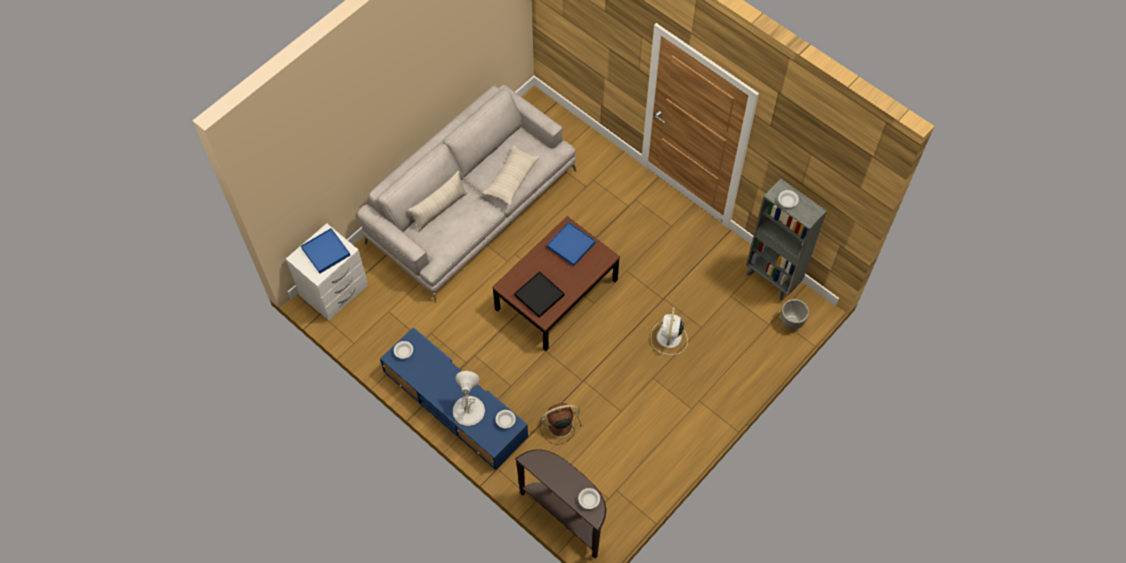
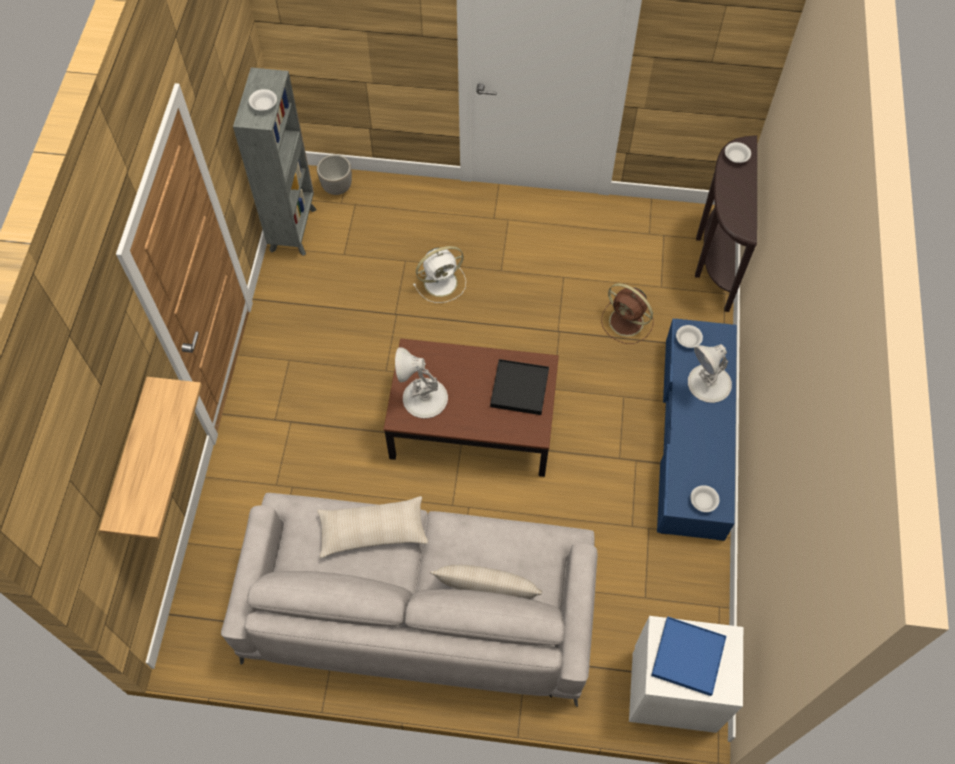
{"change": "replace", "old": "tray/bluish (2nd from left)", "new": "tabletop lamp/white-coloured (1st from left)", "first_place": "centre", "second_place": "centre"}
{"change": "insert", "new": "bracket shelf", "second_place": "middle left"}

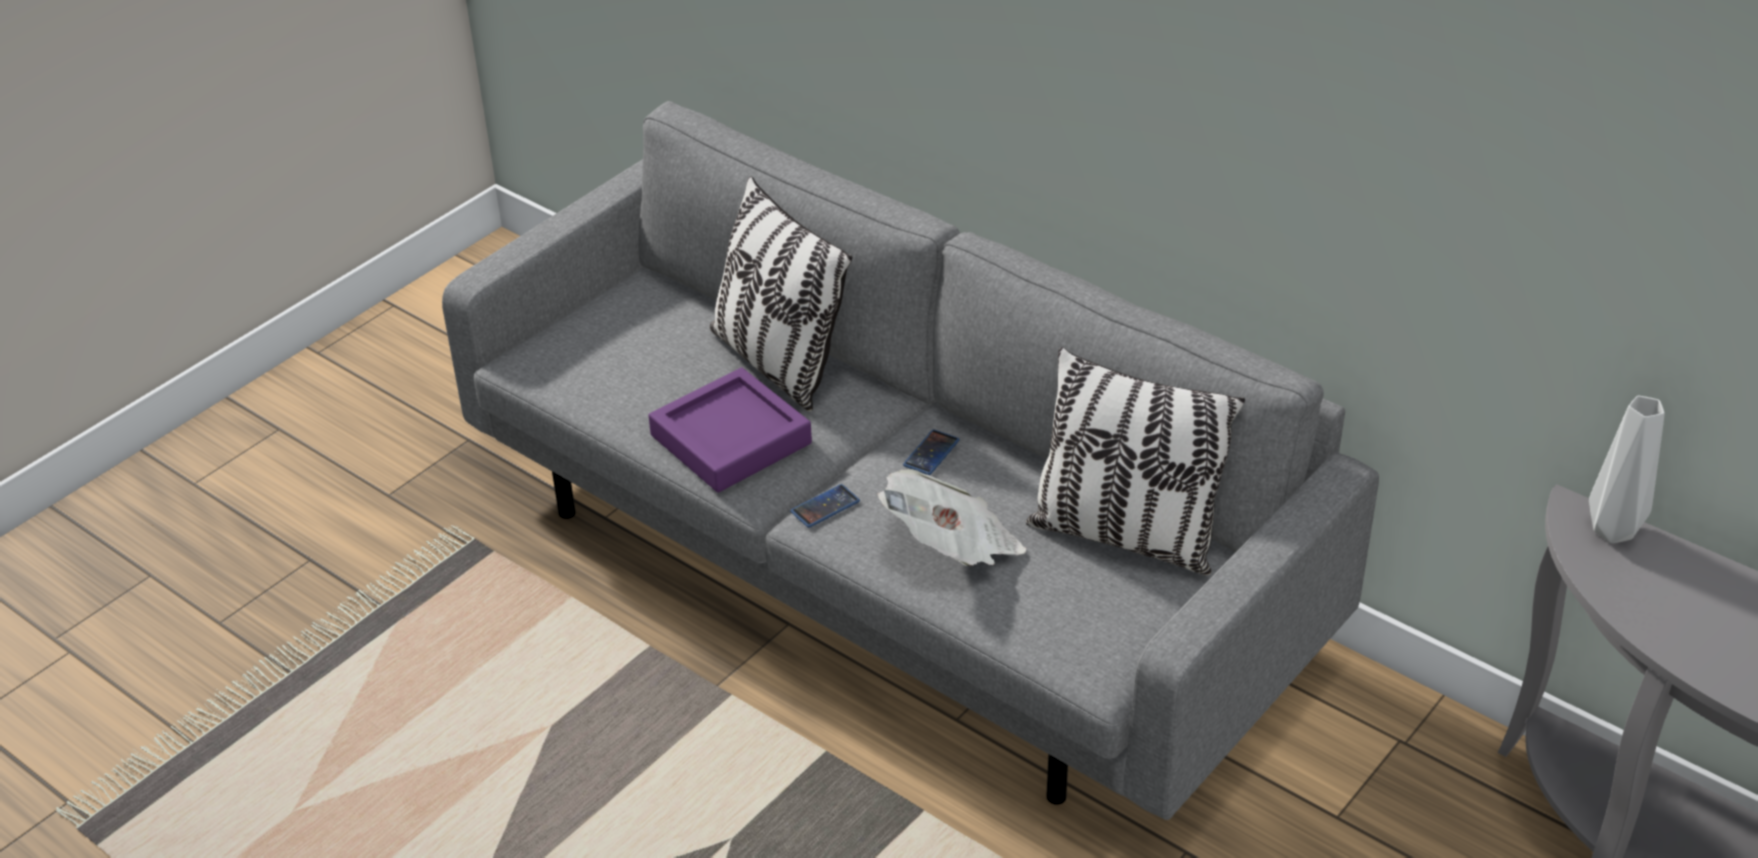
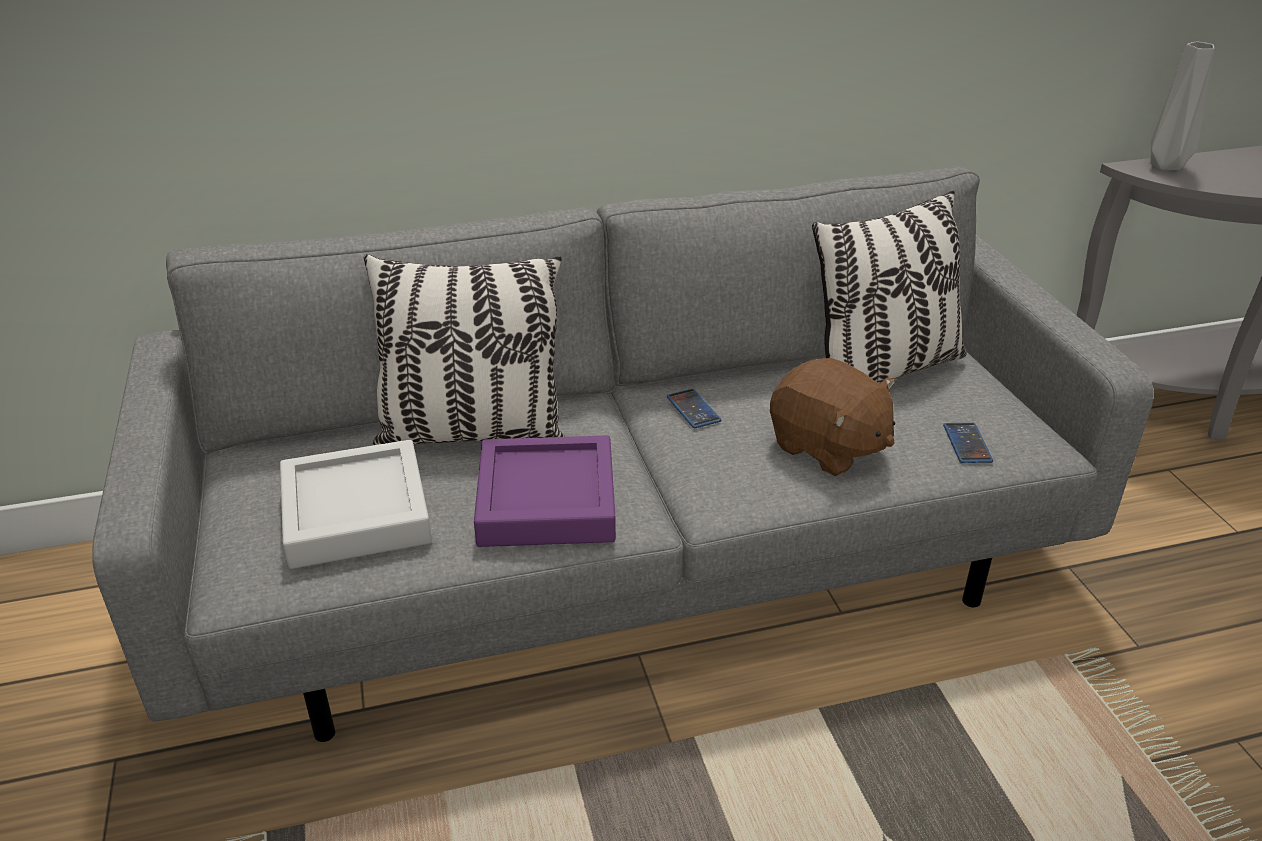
{"change": "move", "old": "handset (1st from left in the first image)", "new": "handset (2nd from left)", "first_place": "centre", "second_place": "middle right"}
{"change": "replace", "old": "daily paper", "new": "plush toy/brown-coloured", "first_place": "centre", "second_place": "centre"}
{"change": "insert", "new": "tray/grey", "second_place": "middle left"}

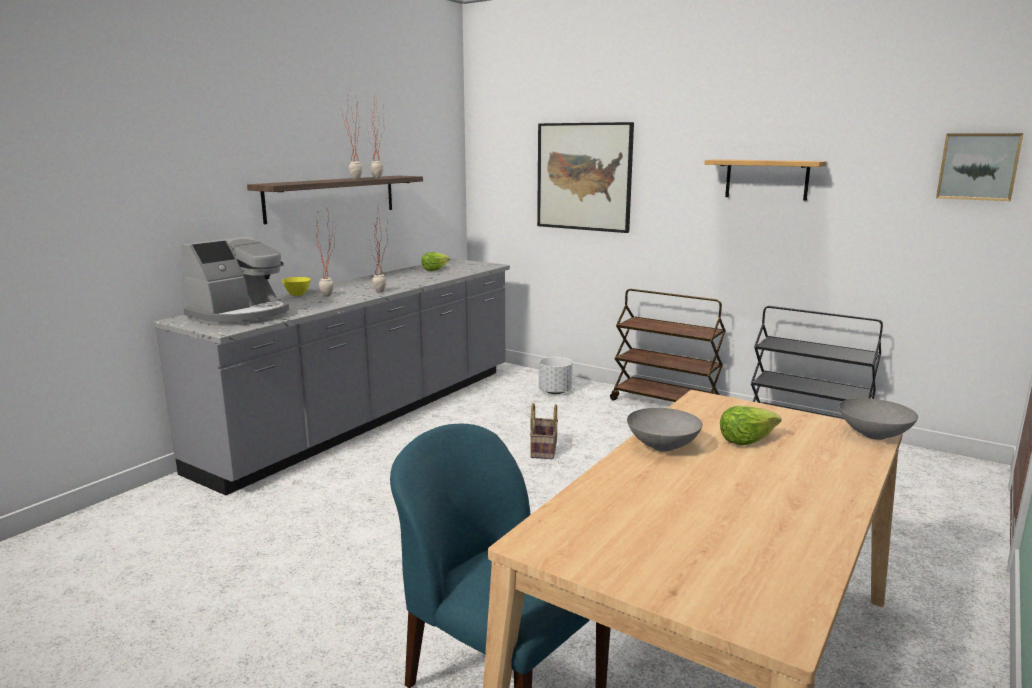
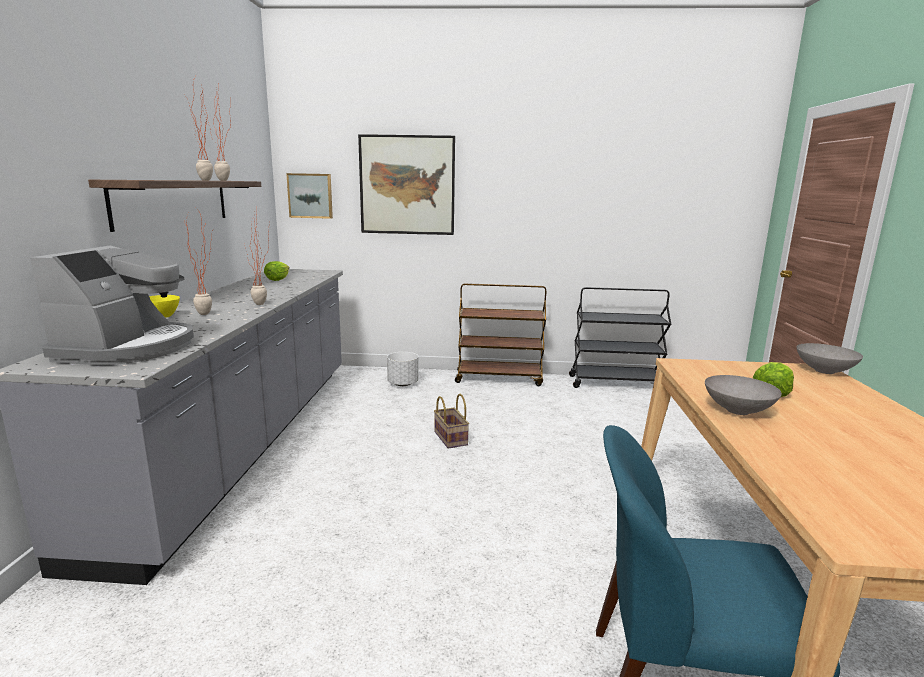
{"change": "delete", "old": "bracket shelf (2nd from left)", "first_place": "top right"}
{"change": "move", "old": "wall picture (2nd from left in the first image)", "new": "wall picture (1st from left)", "first_place": "top right", "second_place": "top centre"}

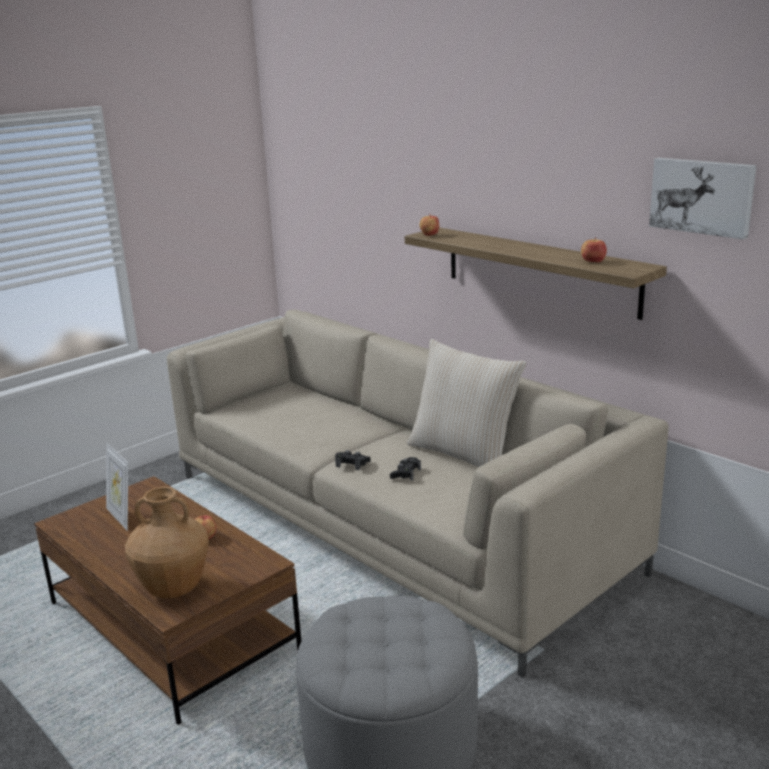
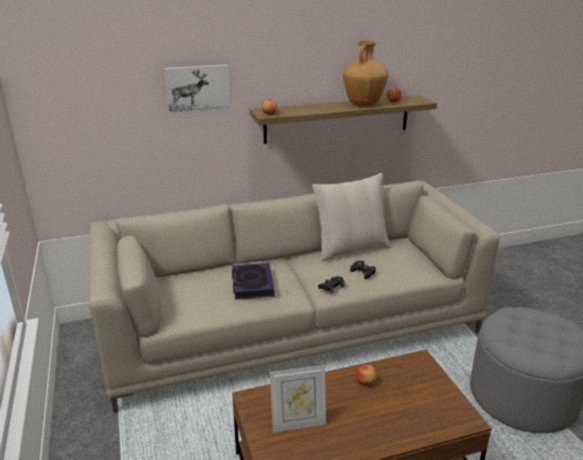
{"change": "move", "old": "vase/brown-coloured", "first_place": "bottom left", "second_place": "top centre"}
{"change": "move", "old": "wall picture", "first_place": "top right", "second_place": "top centre"}
{"change": "insert", "new": "book", "second_place": "centre"}

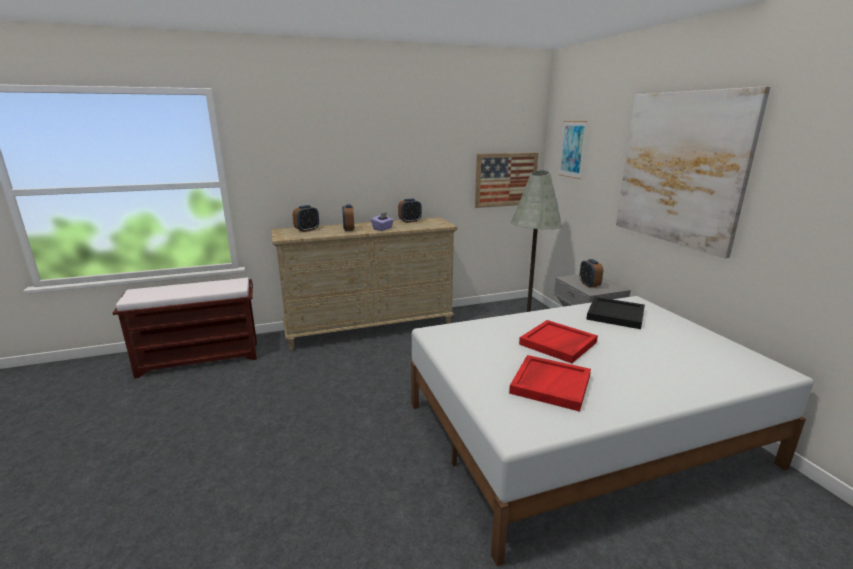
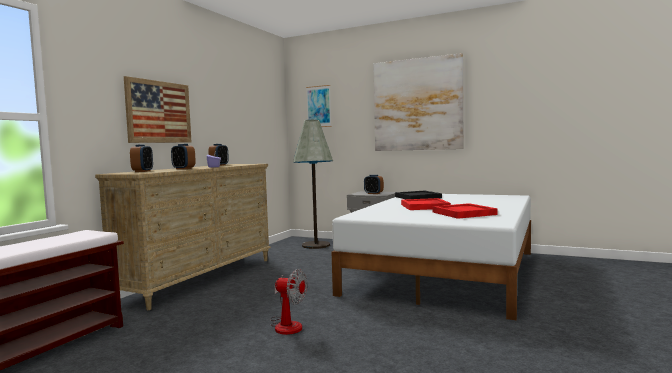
{"change": "move", "old": "wall picture (1st from left)", "first_place": "top centre", "second_place": "top left"}
{"change": "insert", "new": "fan", "second_place": "bottom centre"}

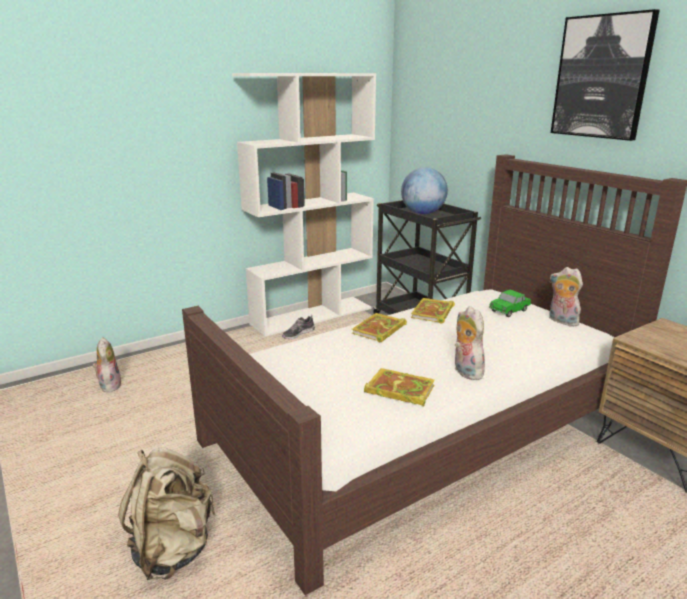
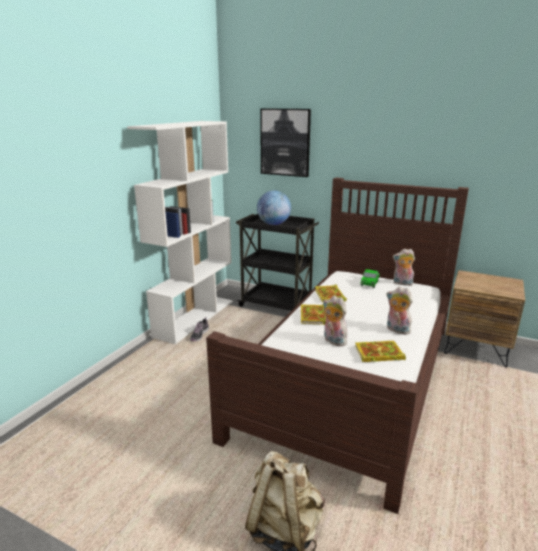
{"change": "move", "old": "plush toy (1st from left)", "first_place": "middle left", "second_place": "centre"}
{"change": "move", "old": "wall picture", "first_place": "top right", "second_place": "top centre"}

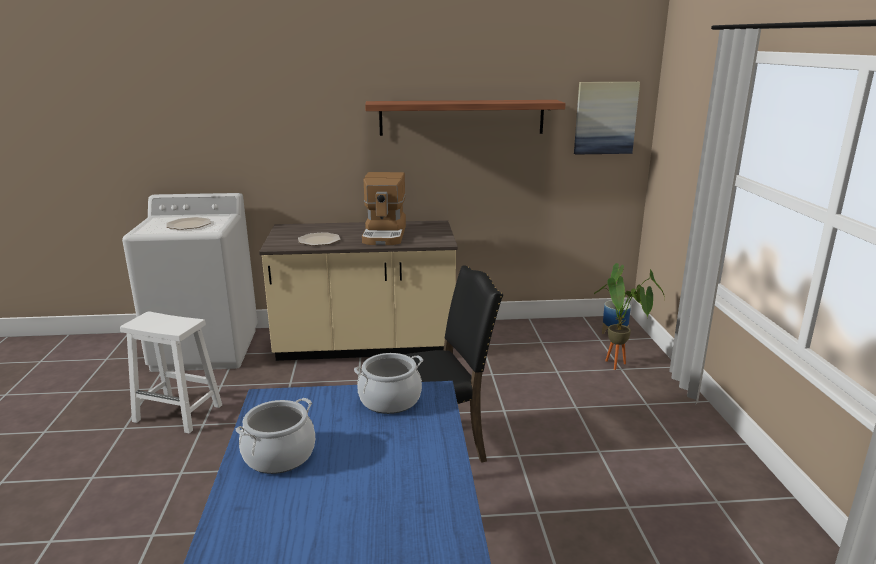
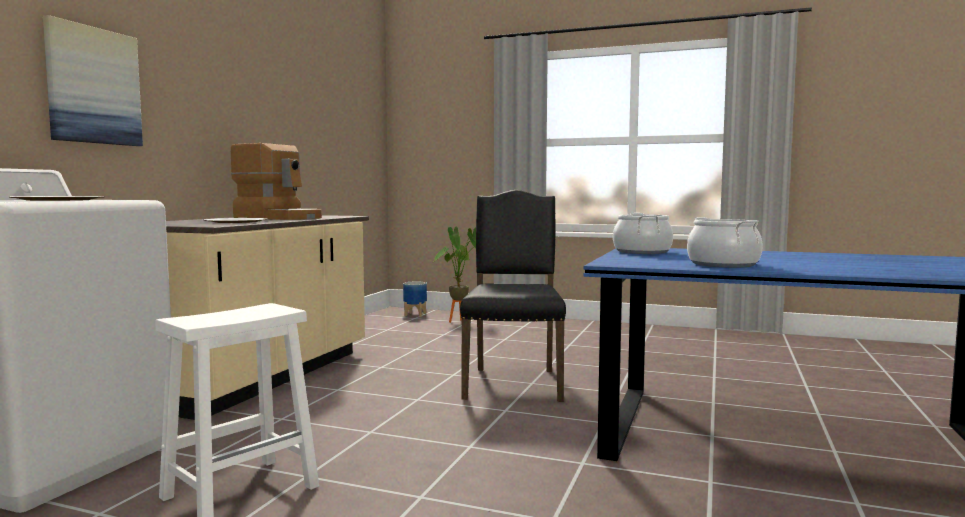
{"change": "delete", "old": "bracket shelf", "first_place": "top centre"}
{"change": "move", "old": "wall picture", "first_place": "top right", "second_place": "top left"}

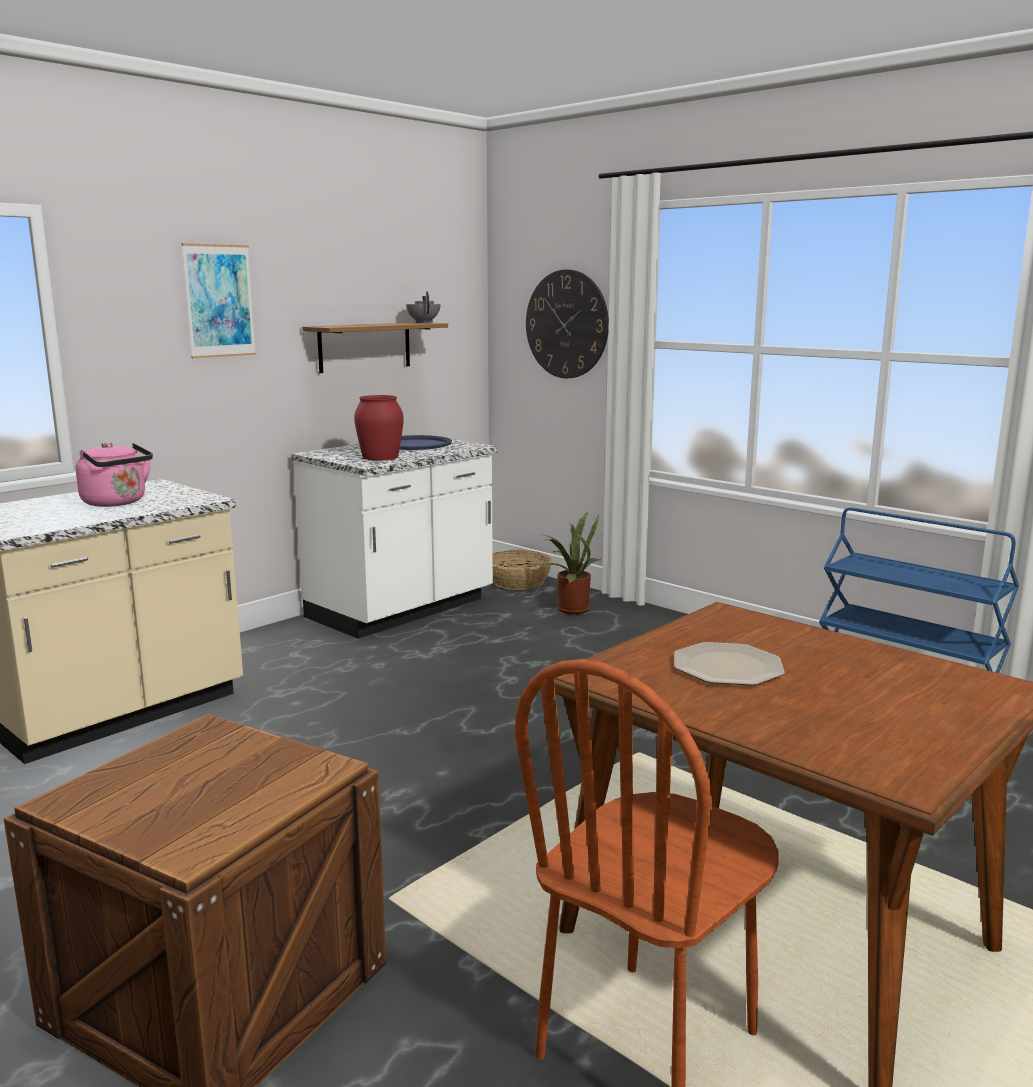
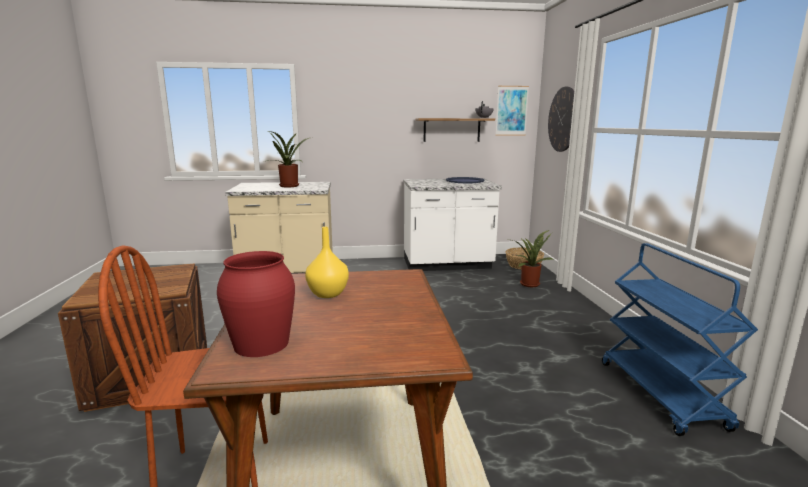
{"change": "replace", "old": "water kettle/pink-coloured", "new": "potted plant (1st from left)", "first_place": "middle left", "second_place": "top centre"}
{"change": "move", "old": "wall picture", "first_place": "top left", "second_place": "top centre"}
{"change": "move", "old": "vase/red-coloured", "first_place": "centre", "second_place": "middle left"}
{"change": "replace", "old": "flat dish", "new": "vase/yellow-coloured", "first_place": "middle right", "second_place": "centre"}

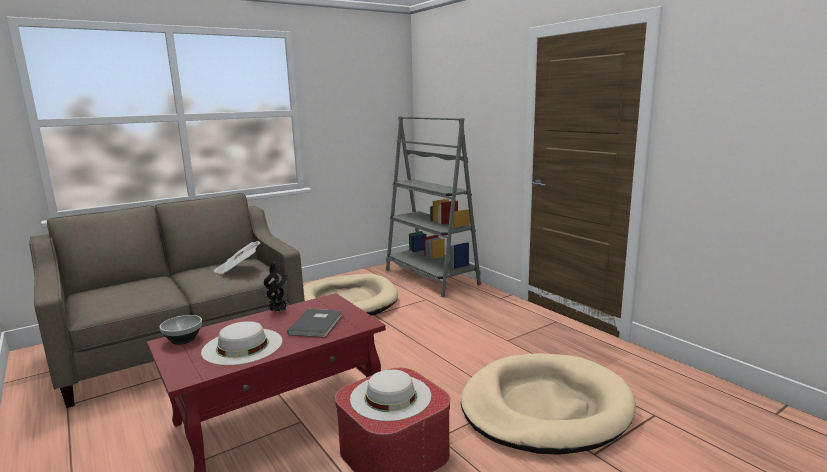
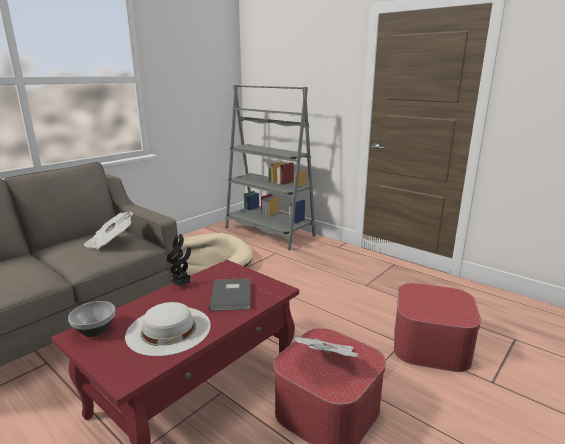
{"change": "replace", "old": "clothing hat/white-coloured (2nd from left)", "new": "daily paper (2nd from left)", "first_place": "bottom centre", "second_place": "bottom centre"}
{"change": "replace", "old": "dog cushion/beige (2nd from left)", "new": "footrest (2nd from left)", "first_place": "bottom centre", "second_place": "bottom right"}

